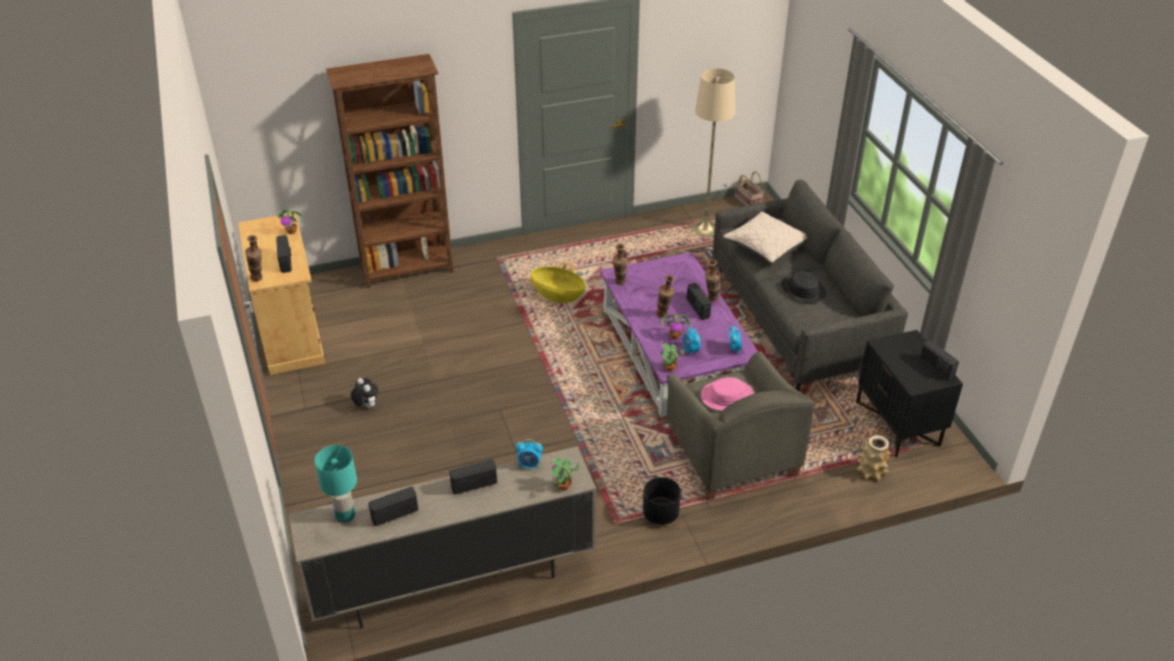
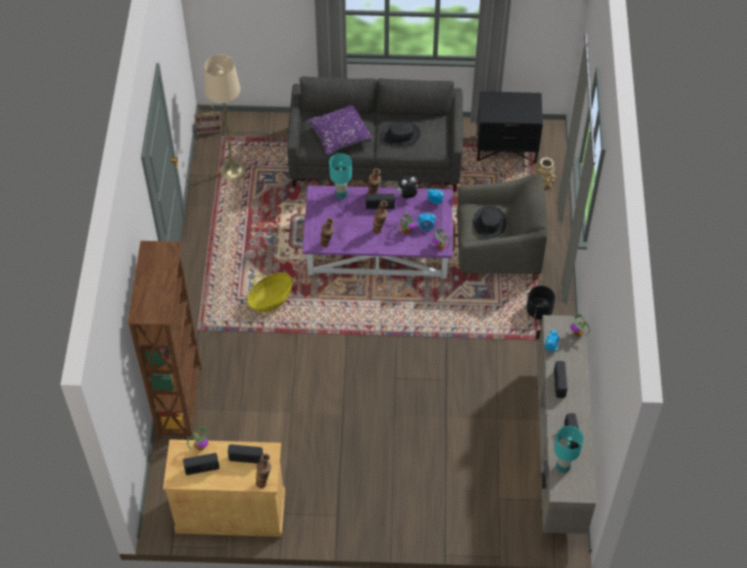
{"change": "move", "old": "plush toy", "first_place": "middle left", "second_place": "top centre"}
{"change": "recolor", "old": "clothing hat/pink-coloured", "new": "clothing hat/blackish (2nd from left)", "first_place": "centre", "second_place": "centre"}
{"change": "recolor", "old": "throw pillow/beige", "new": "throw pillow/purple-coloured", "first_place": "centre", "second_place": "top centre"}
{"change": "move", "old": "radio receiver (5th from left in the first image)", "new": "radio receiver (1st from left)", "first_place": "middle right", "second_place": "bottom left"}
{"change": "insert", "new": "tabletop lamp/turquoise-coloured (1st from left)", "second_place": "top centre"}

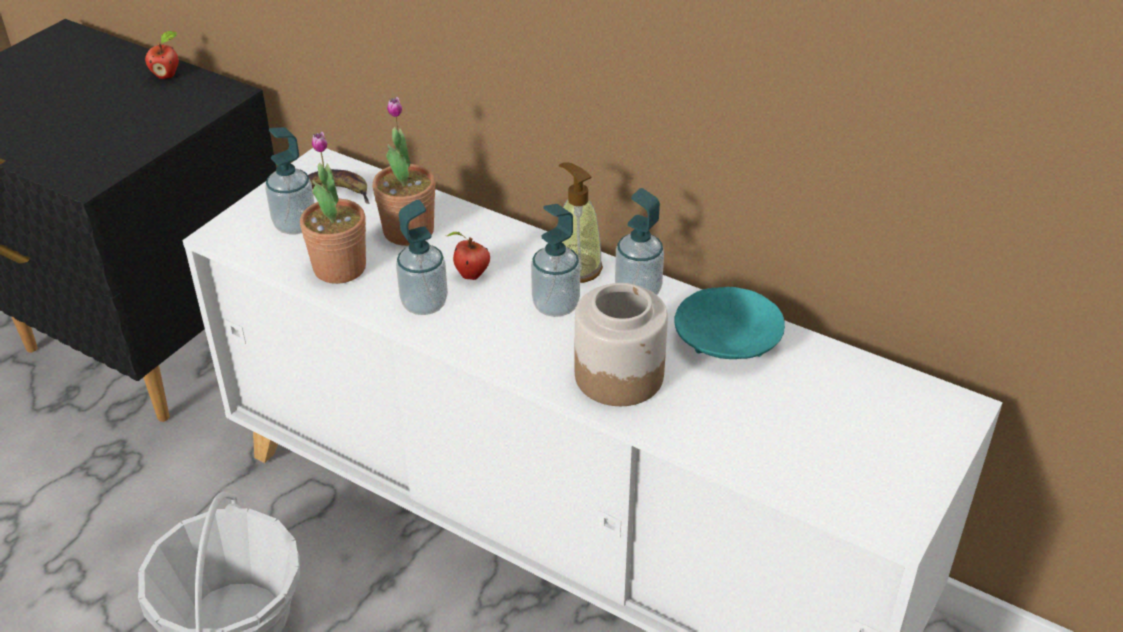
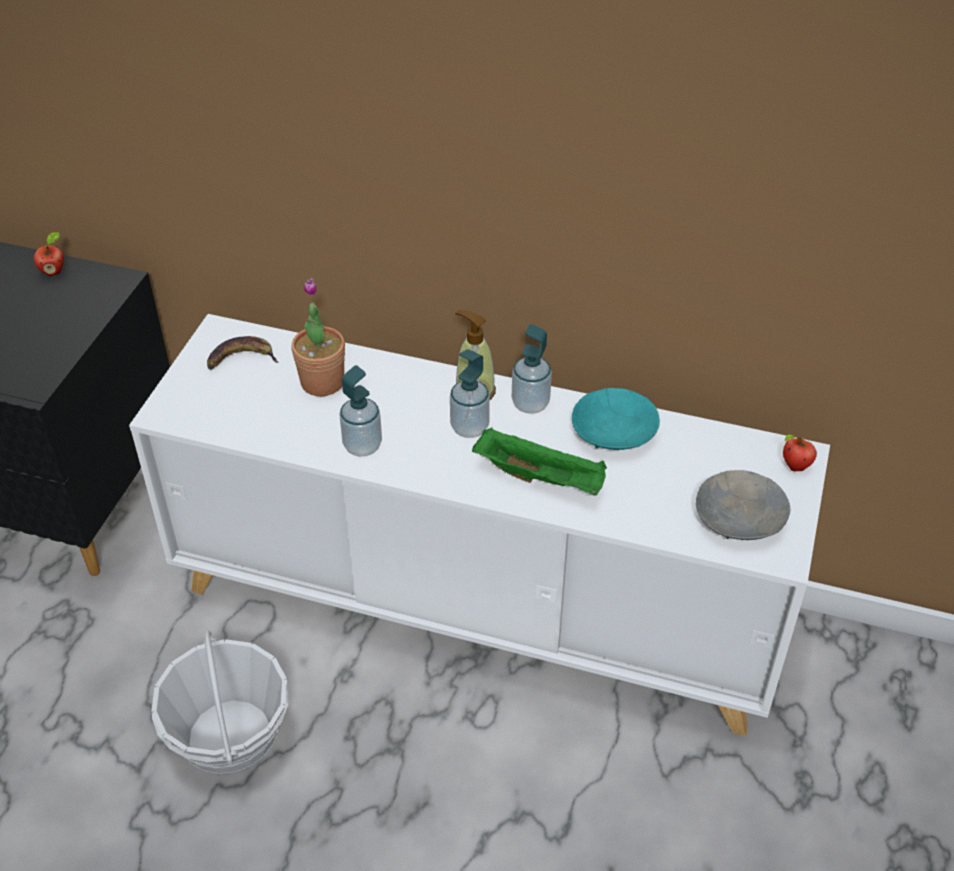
{"change": "delete", "old": "liquid soap bottle (1st from left)", "first_place": "top left"}
{"change": "delete", "old": "potted plant (1st from left)", "first_place": "top left"}
{"change": "move", "old": "whole apple (2nd from left)", "first_place": "centre", "second_place": "middle right"}
{"change": "replace", "old": "preserve jar", "new": "tray/green-coloured", "first_place": "centre", "second_place": "centre"}
{"change": "insert", "new": "deep dish/grey", "second_place": "middle right"}

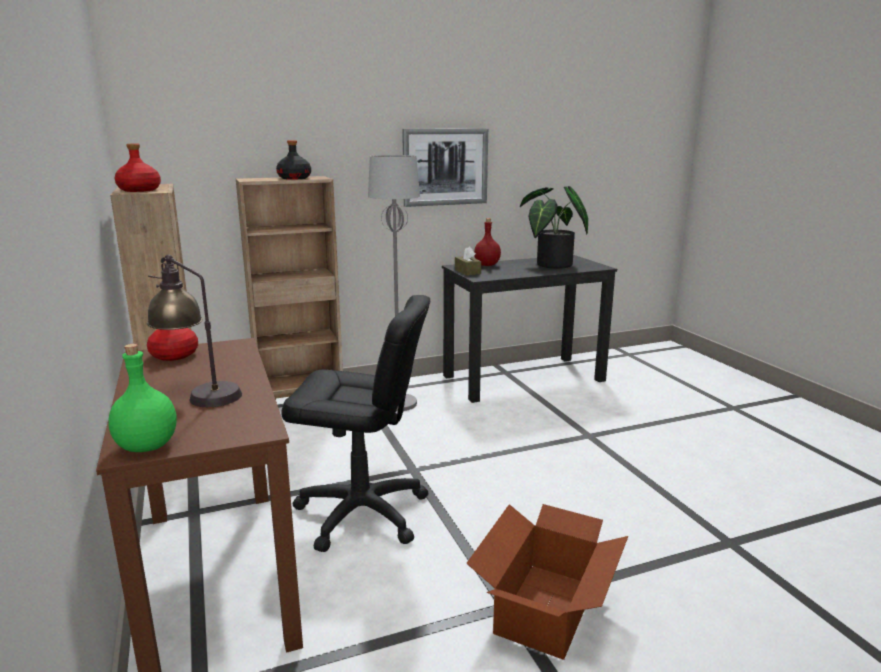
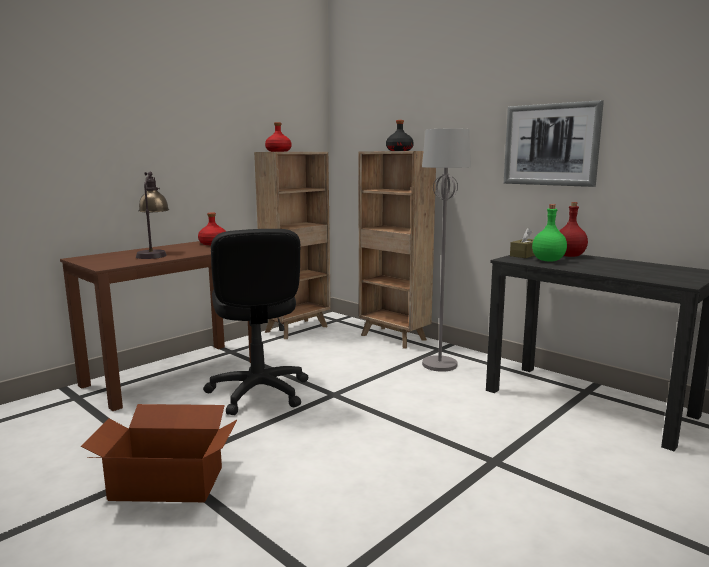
{"change": "move", "old": "beverage bottle/green-coloured", "first_place": "middle left", "second_place": "middle right"}
{"change": "delete", "old": "potted plant", "first_place": "centre"}

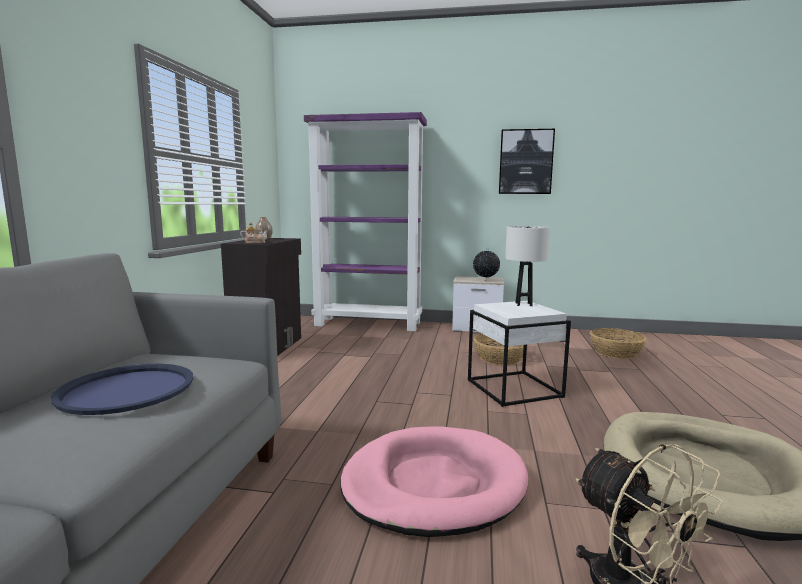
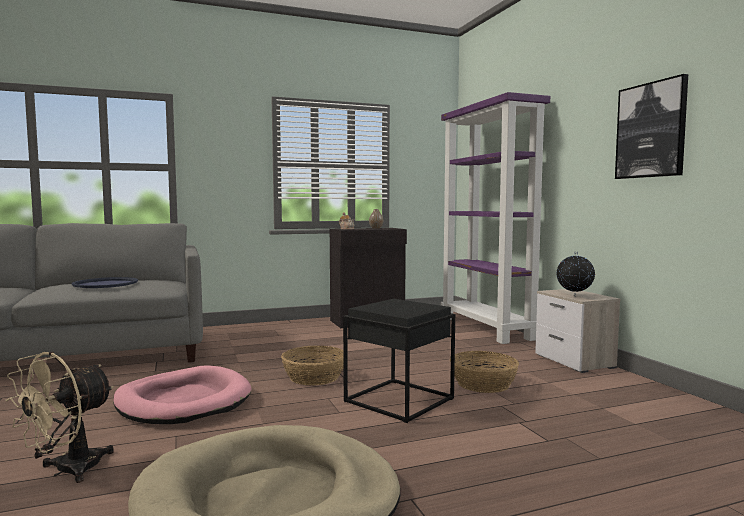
{"change": "recolor", "old": "accent table/white-coloured", "new": "accent table/blackish", "first_place": "centre", "second_place": "bottom centre"}
{"change": "delete", "old": "tabletop lamp/white-coloured", "first_place": "centre"}
{"change": "move", "old": "basket (2nd from left in the first image)", "new": "basket (1st from left)", "first_place": "middle right", "second_place": "bottom centre"}

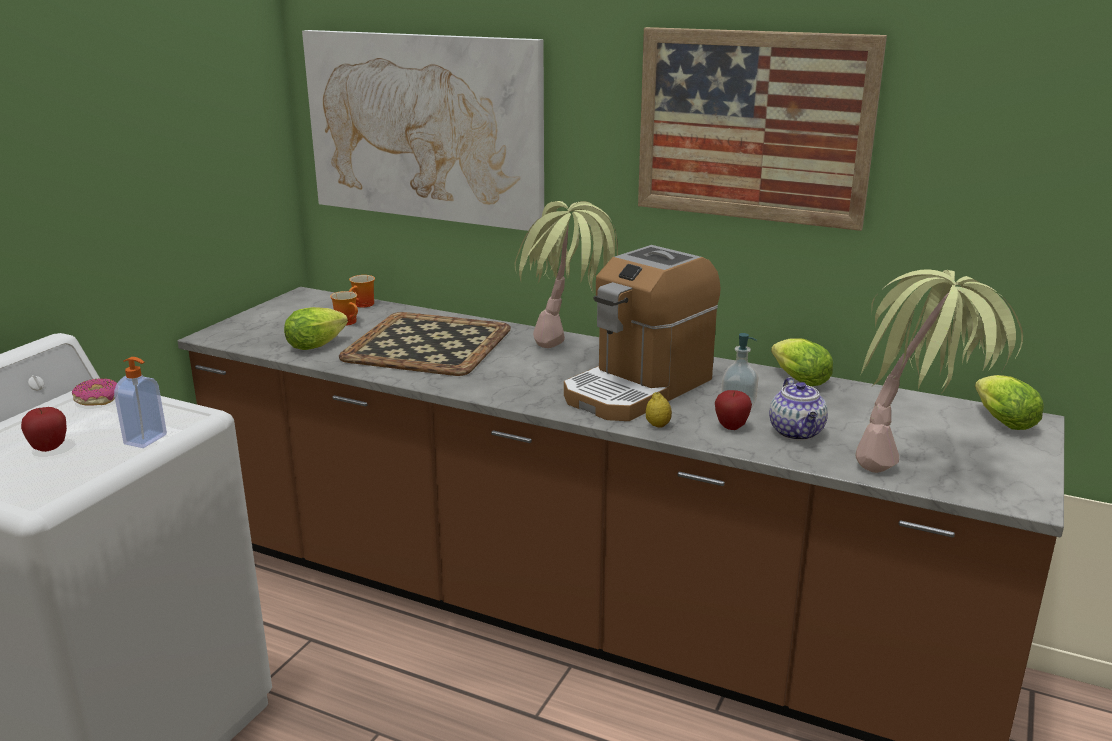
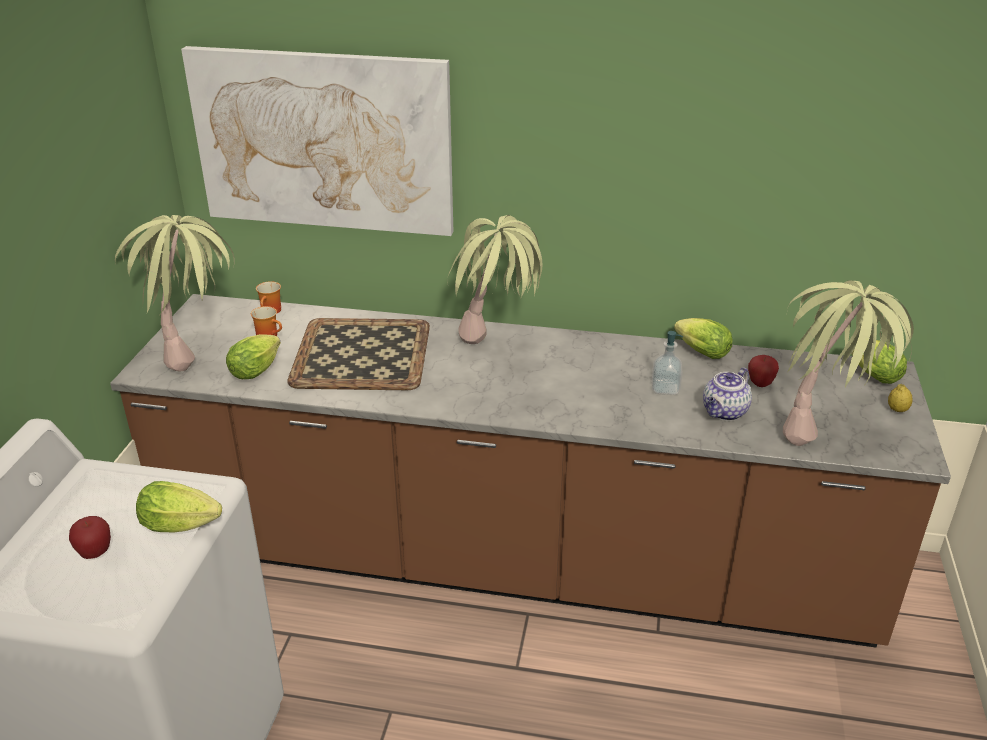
{"change": "delete", "old": "ring doughnut", "first_place": "middle left"}
{"change": "replace", "old": "liquid soap bottle (1st from left)", "new": "lettuce (1st from left)", "first_place": "middle left", "second_place": "bottom left"}
{"change": "delete", "old": "coffee maker", "first_place": "centre"}
{"change": "delete", "old": "wall picture (2nd from left)", "first_place": "top right"}
{"change": "move", "old": "citrus fruit", "first_place": "centre", "second_place": "middle right"}
{"change": "move", "old": "whole apple (2nd from left)", "first_place": "centre", "second_place": "middle right"}
{"change": "rotate", "old": "tea pot", "first_place": "middle right", "second_place": "middle right", "degrees": 60}
{"change": "insert", "new": "potted plant (1st from left)", "second_place": "middle left"}

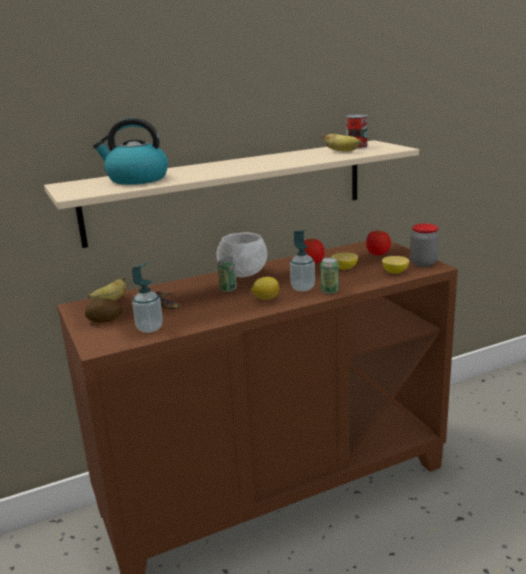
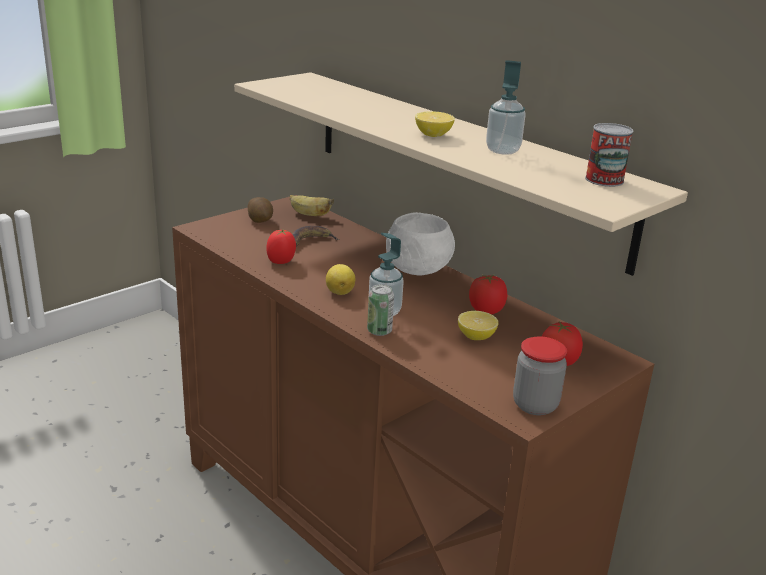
{"change": "delete", "old": "water kettle", "first_place": "top left"}
{"change": "move", "old": "liquid soap bottle (1st from left in the first image)", "new": "liquid soap bottle (2nd from left)", "first_place": "middle left", "second_place": "top centre"}
{"change": "delete", "old": "sealed can (1st from left)", "first_place": "centre"}
{"change": "delete", "old": "whole banana (3rd from left)", "first_place": "top centre"}
{"change": "move", "old": "citrus fruit (3rd from left in the first image)", "new": "citrus fruit (2nd from left)", "first_place": "middle right", "second_place": "top centre"}
{"change": "insert", "new": "whole tomato (1st from left)", "second_place": "centre"}

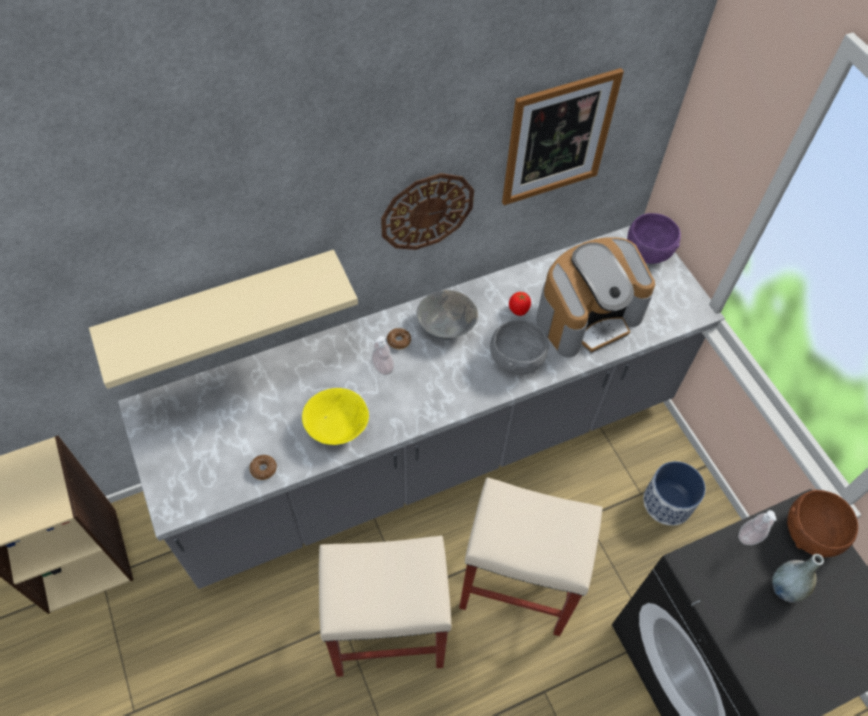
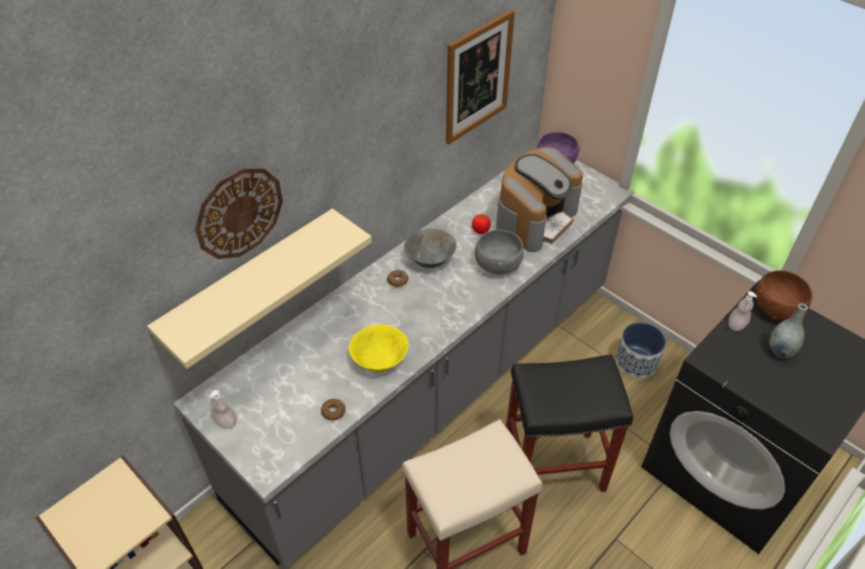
{"change": "move", "old": "liquid soap bottle (1st from left)", "first_place": "centre", "second_place": "bottom left"}
{"change": "move", "old": "clock on the wall", "first_place": "top centre", "second_place": "middle left"}
{"change": "recolor", "old": "stool/beige (2nd from left)", "new": "stool/blackish", "first_place": "bottom centre", "second_place": "bottom centre"}

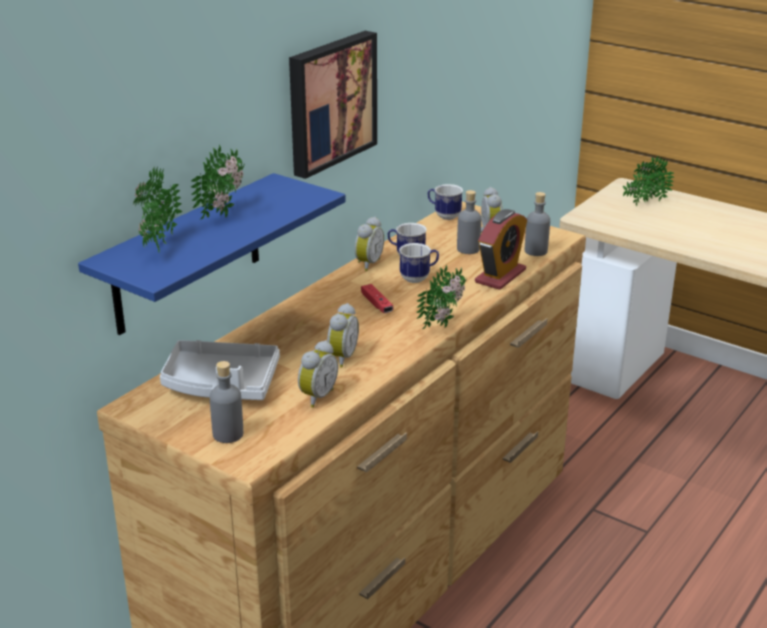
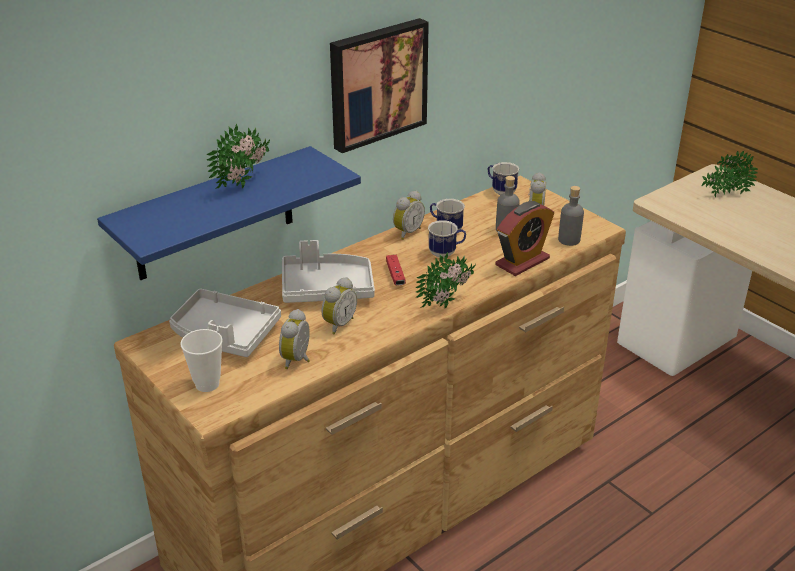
{"change": "delete", "old": "potted plant (1st from left)", "first_place": "top left"}
{"change": "replace", "old": "beverage bottle/grey (1st from left)", "new": "drinking cup", "first_place": "middle left", "second_place": "middle left"}
{"change": "rotate", "old": "table clock (1st from left)", "first_place": "centre", "second_place": "centre", "degrees": 150}
{"change": "insert", "new": "tray/grey (2nd from left)", "second_place": "centre"}

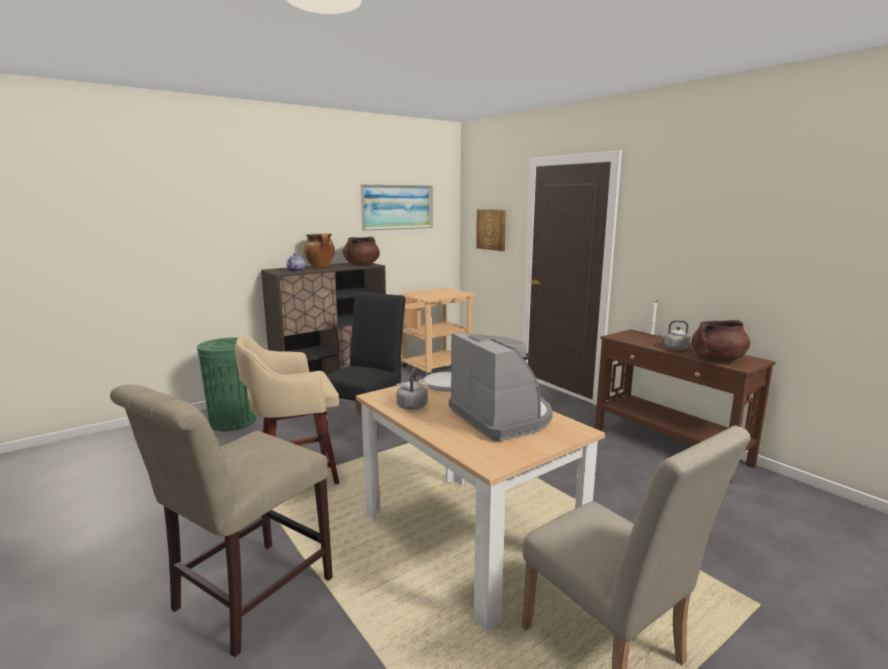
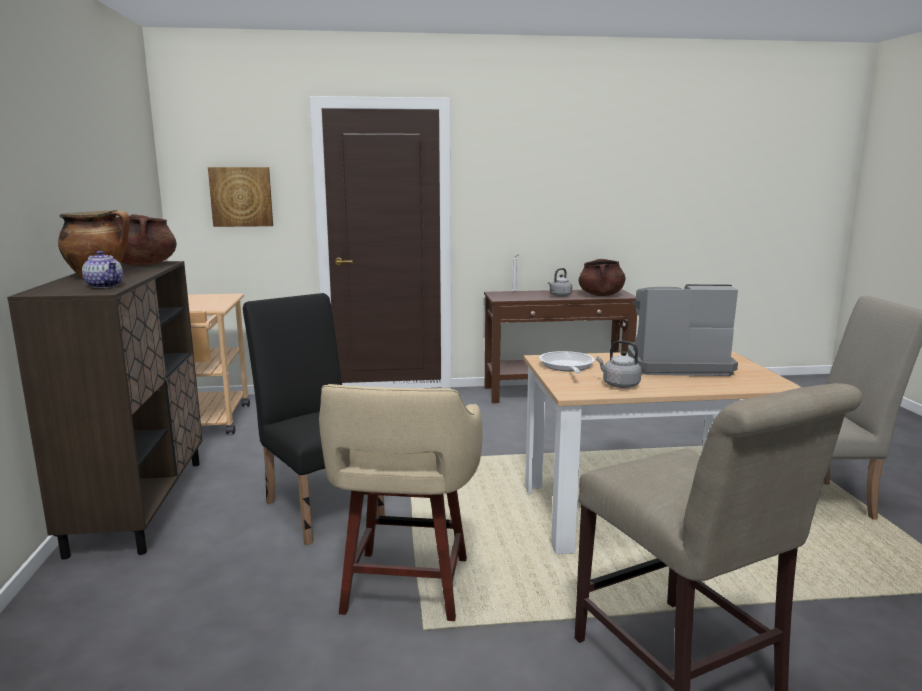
{"change": "delete", "old": "waste bin/green-coloured", "first_place": "middle left"}
{"change": "delete", "old": "wall picture (1st from left)", "first_place": "top centre"}

